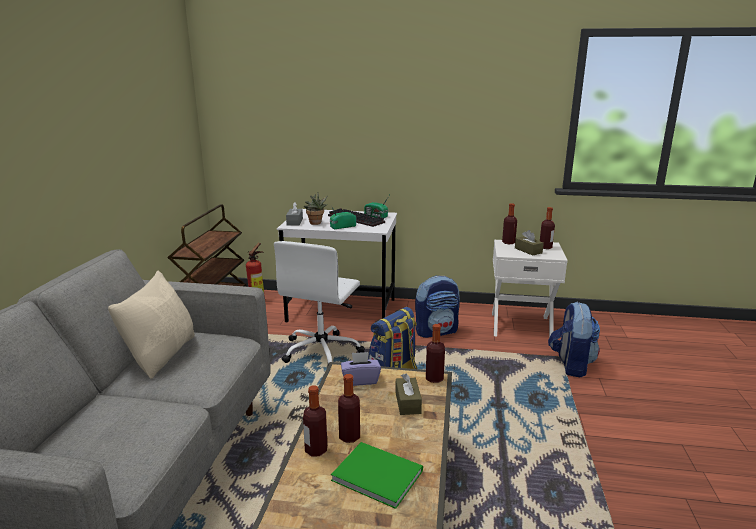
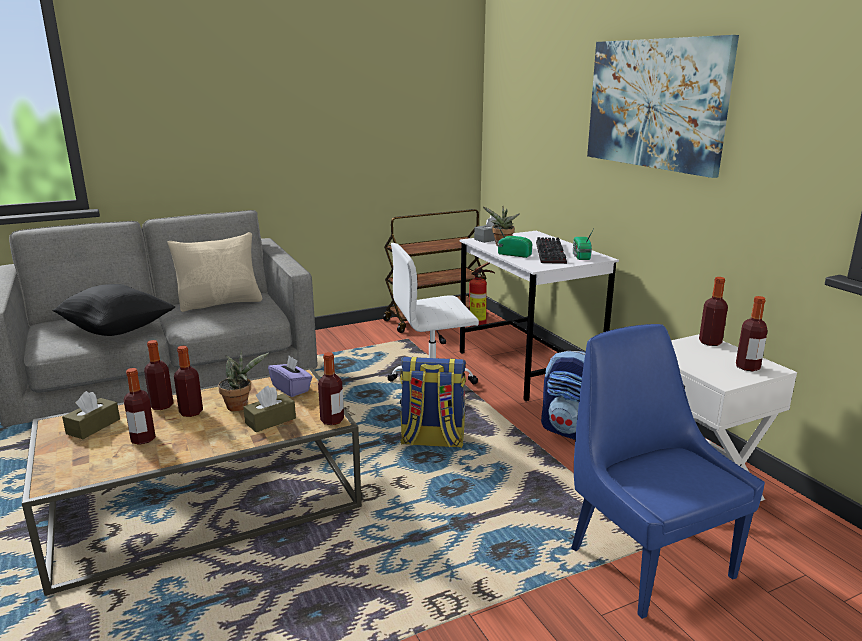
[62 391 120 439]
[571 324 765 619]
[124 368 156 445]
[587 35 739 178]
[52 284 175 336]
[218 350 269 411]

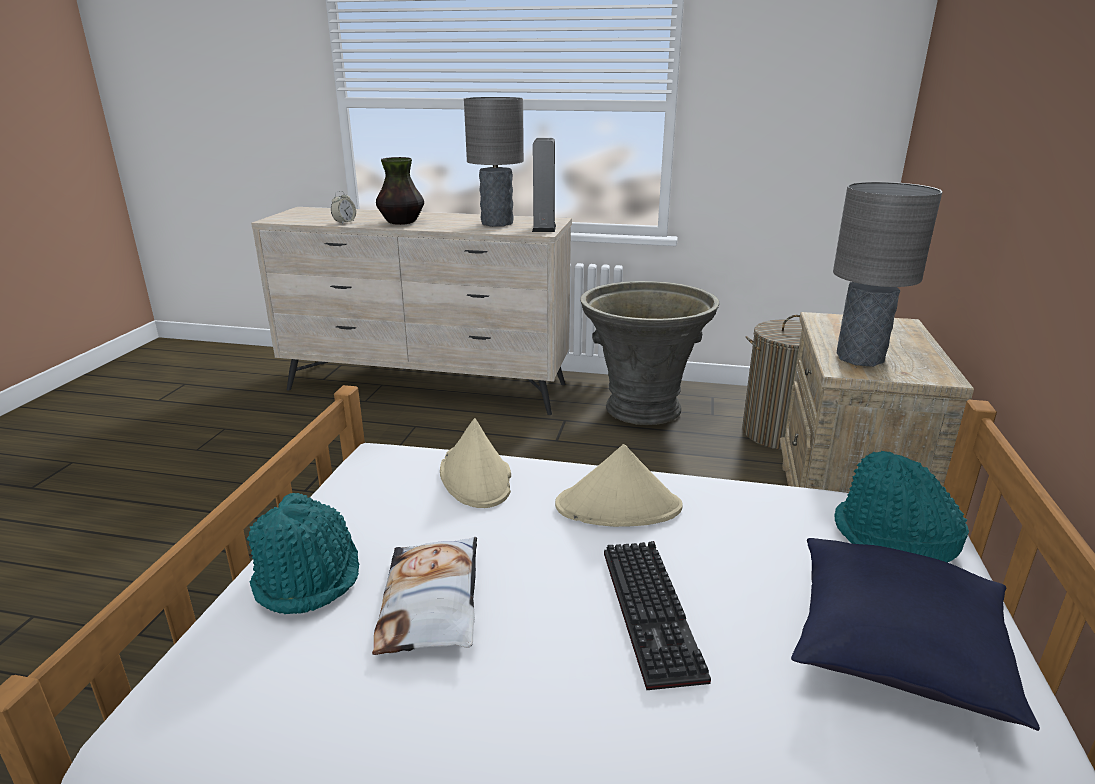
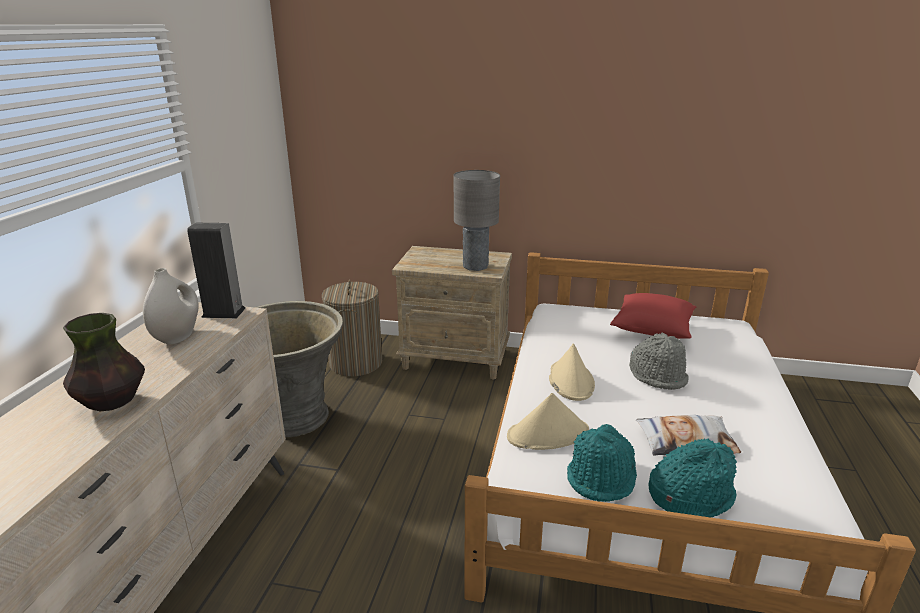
[143 268 199 344]
[331 191 356 224] (first image)
[567 424 637 502]
[610 293 696 339]
[629 333 689 390]

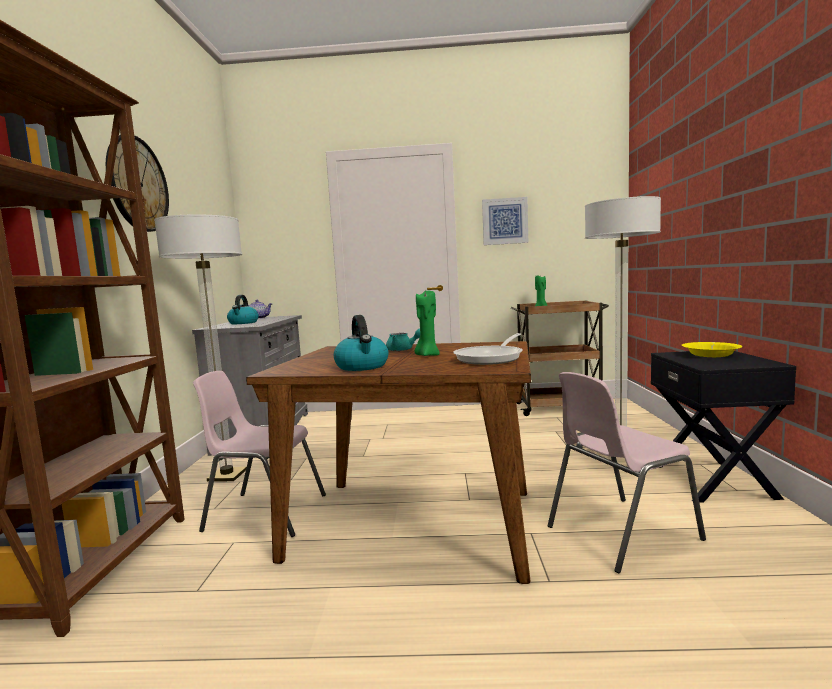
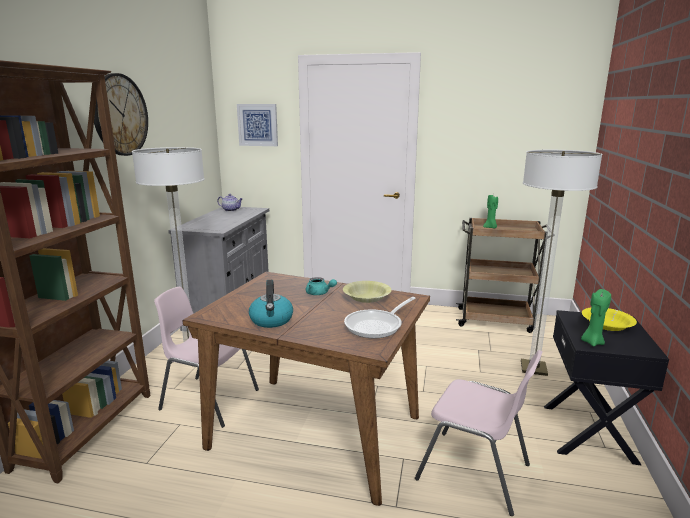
[237 104 278 146]
[581 289 611 347]
[227 295 259 324] (first image)
[415 350 543 516]
[343 281 391 303]

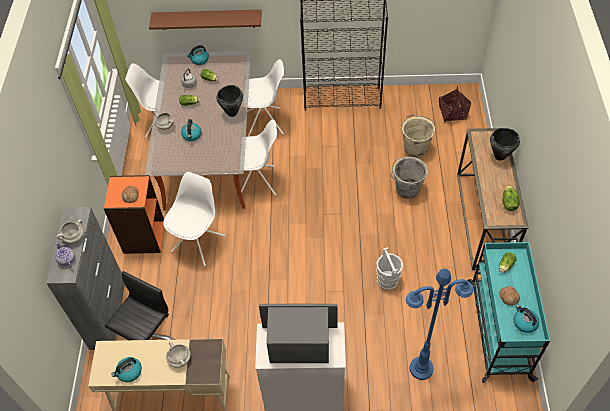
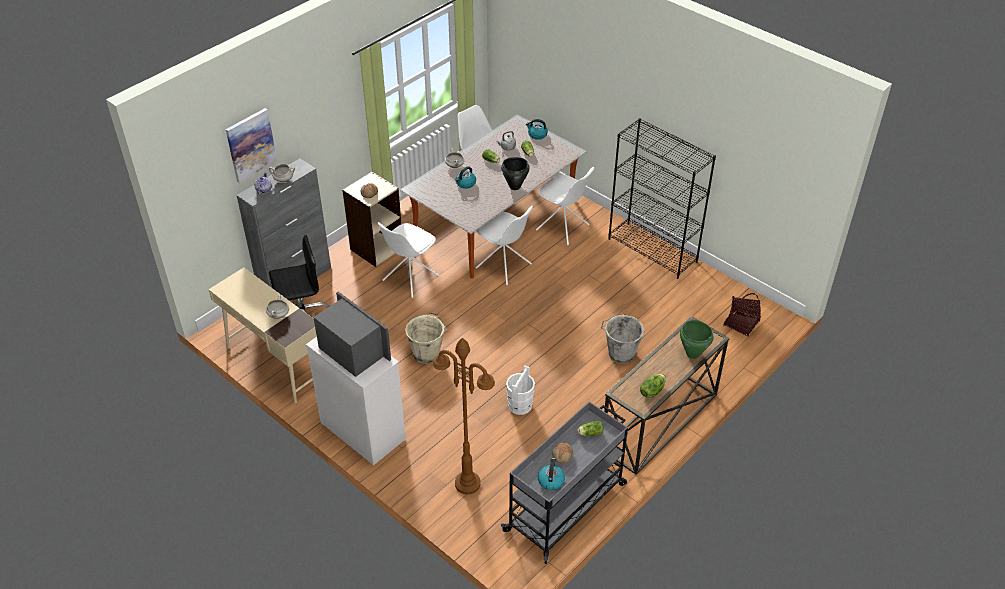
[149 9 262 30] (first image)
[405 312 446 364]
[680 320 713 359]
[377 222 440 298]
[342 172 401 267]
[501 402 628 564]
[433 338 495 494]
[111 357 142 382] (first image)
[226 108 277 183]

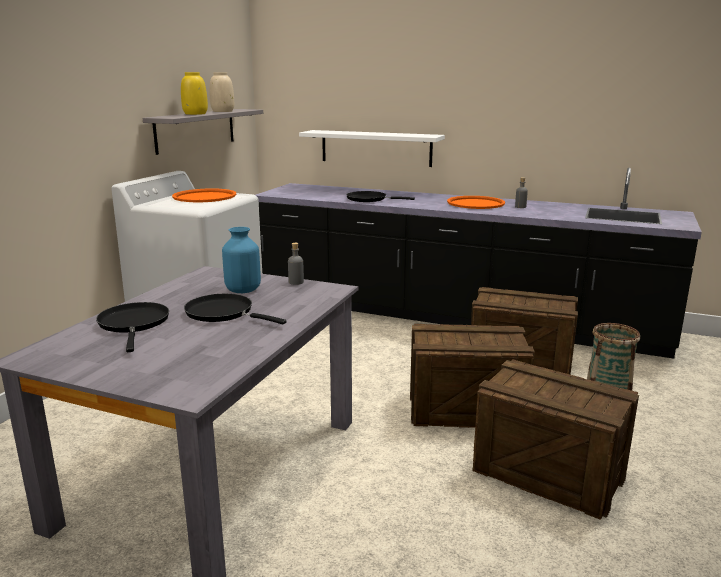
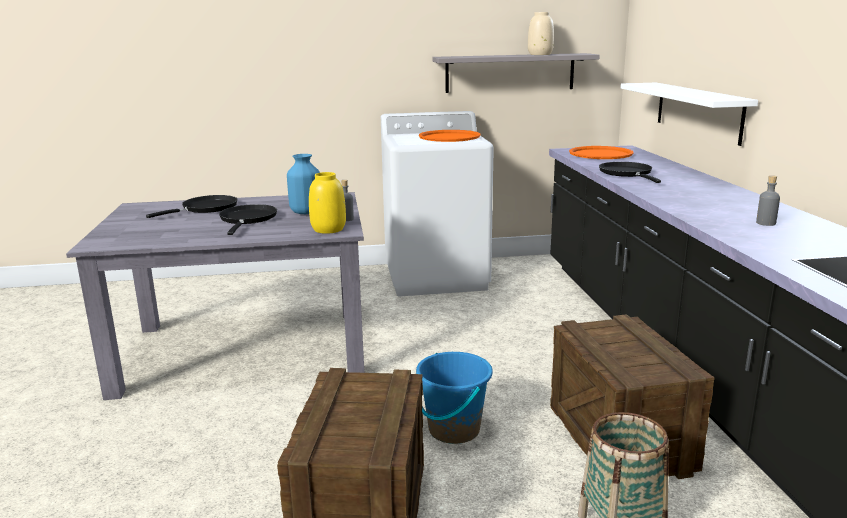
[309 172 346 234]
[569 146 634 159]
[416 352 493 444]

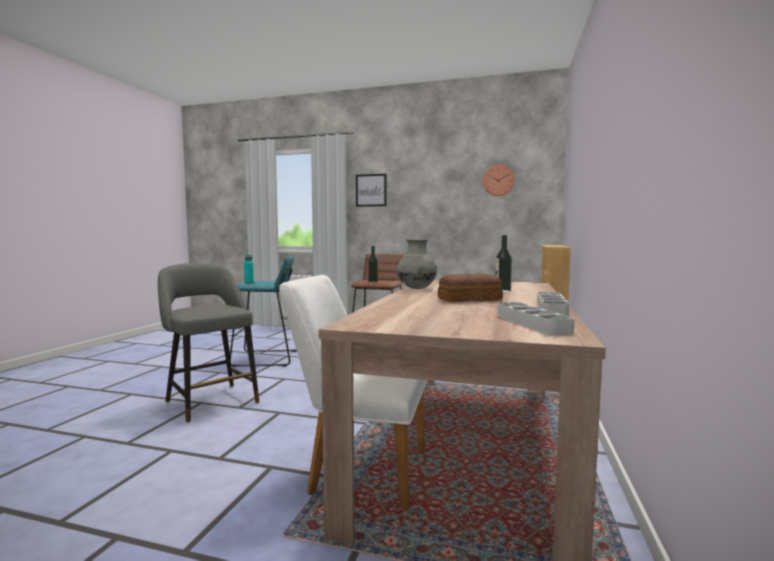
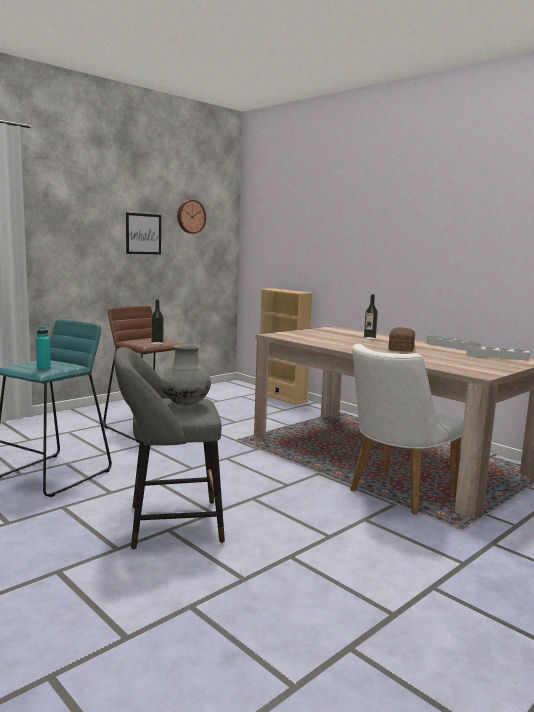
[126 213 161 254]
[161 344 211 406]

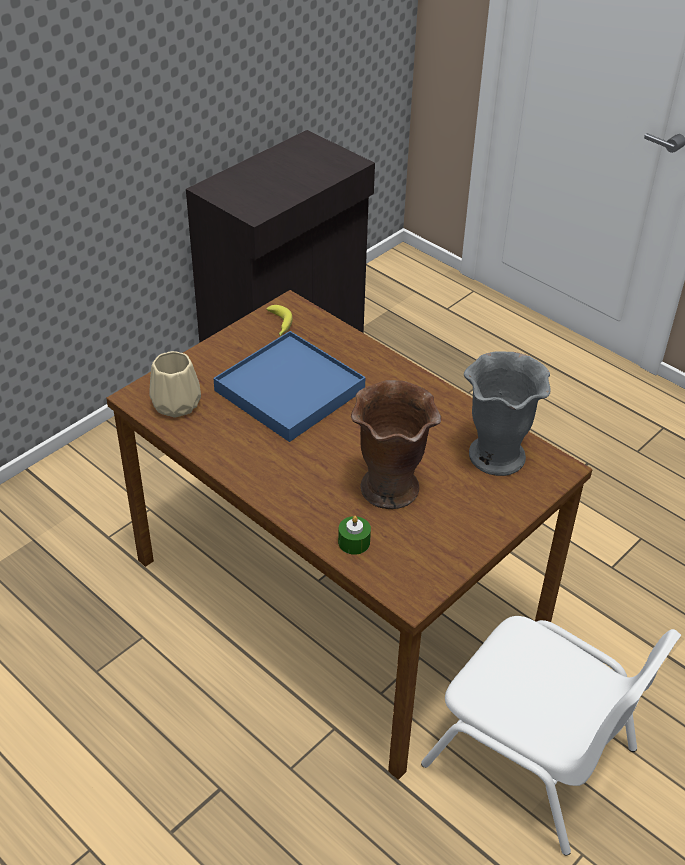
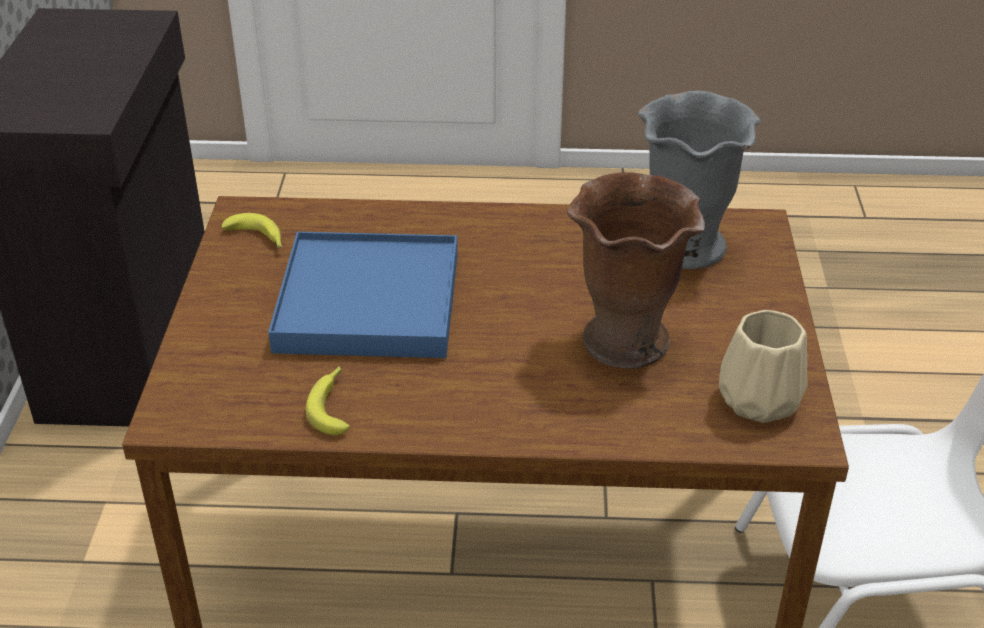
[719 310 808 423]
[338 516 371 555] (first image)
[306 366 350 435]

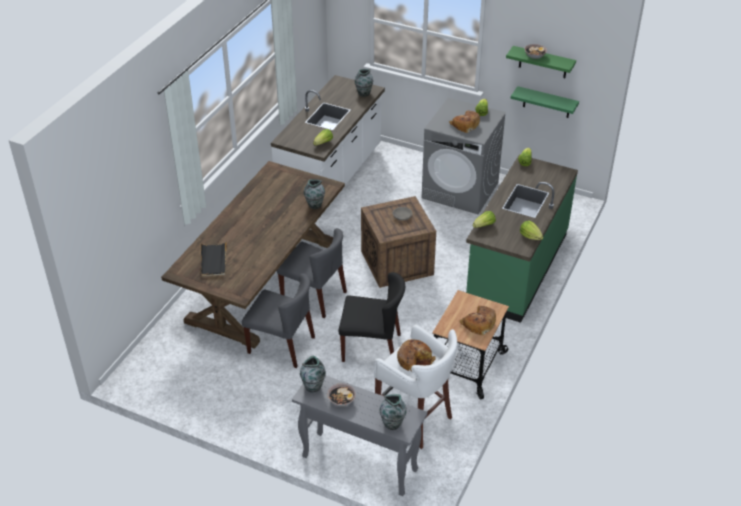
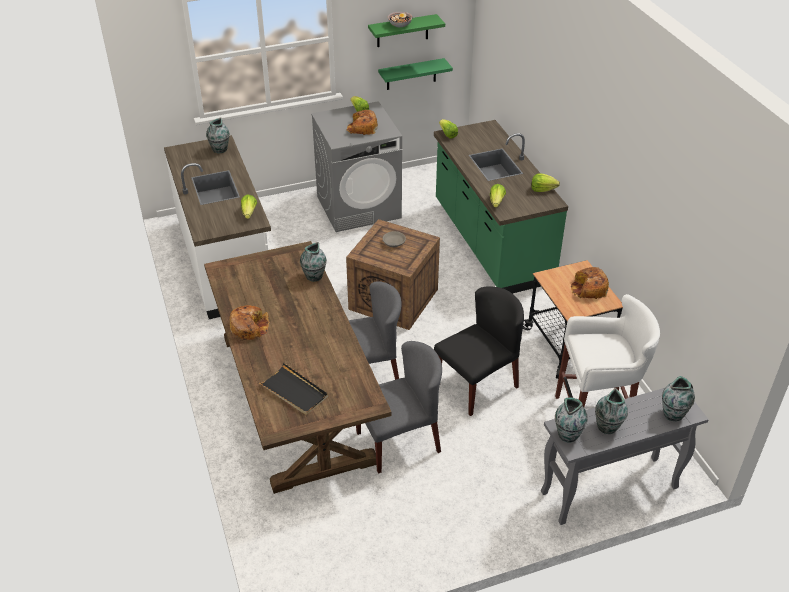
[230 305 270 340]
[595 388 628 434]

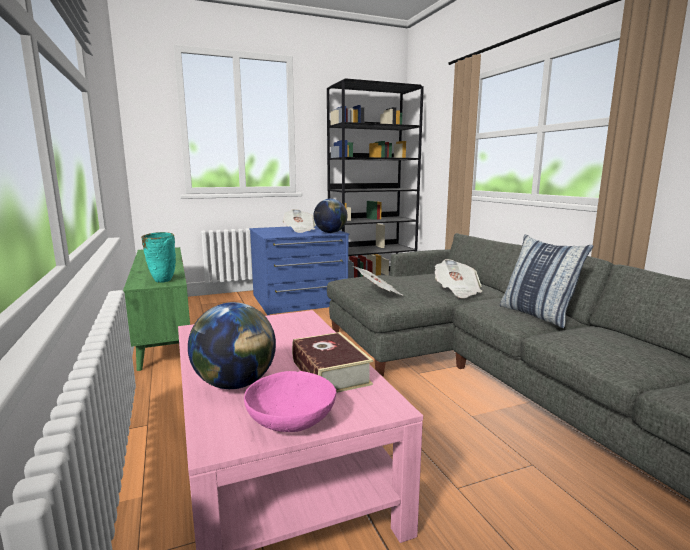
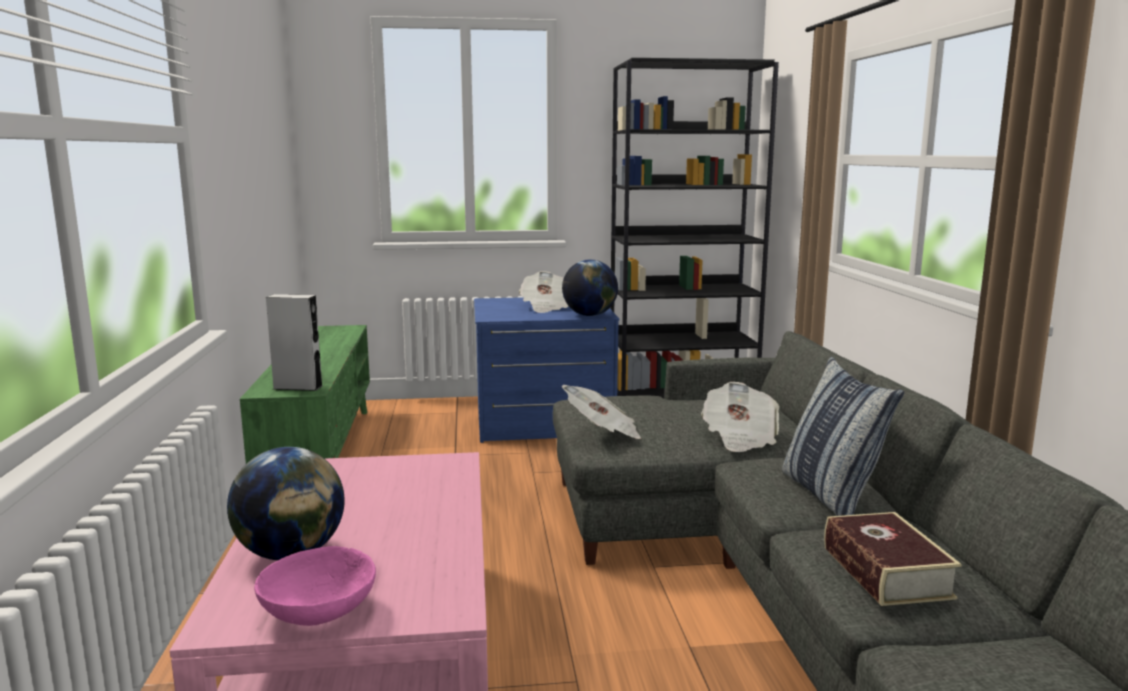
[266 294 322 391]
[824 512 962 606]

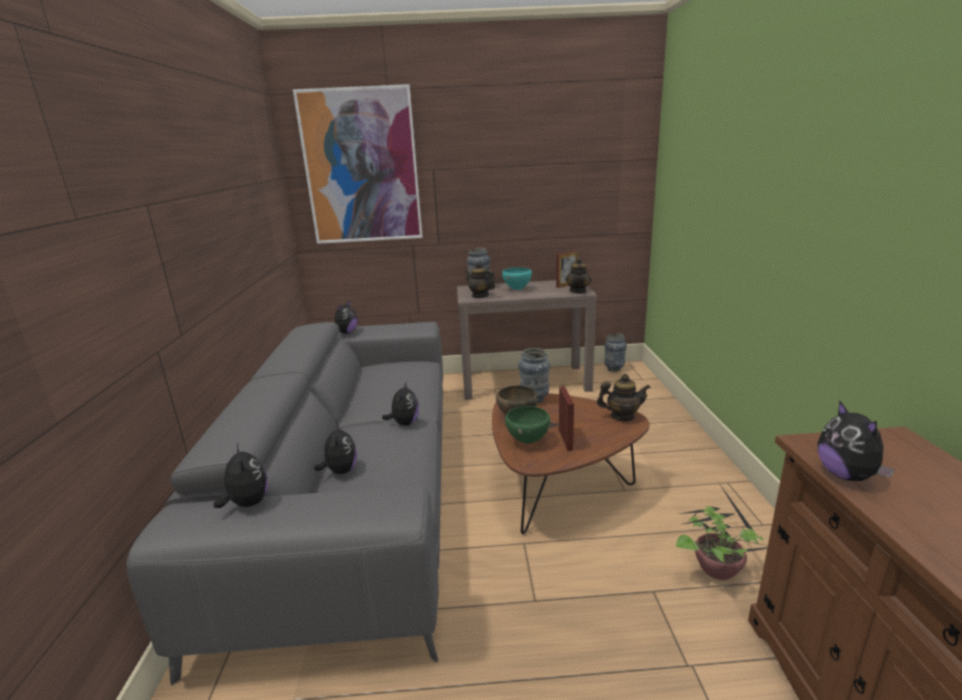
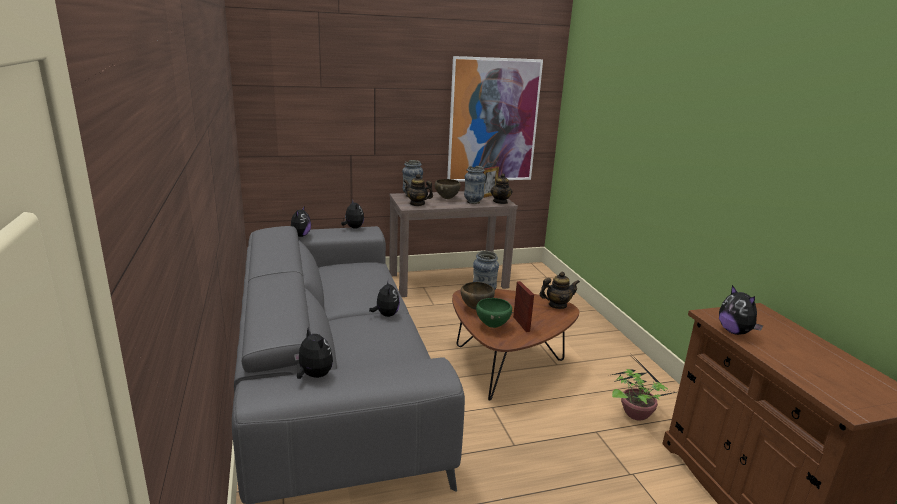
[447 56 543 182]
[435 179 461 199]
[464 166 486 204]
[341 200 364 229]

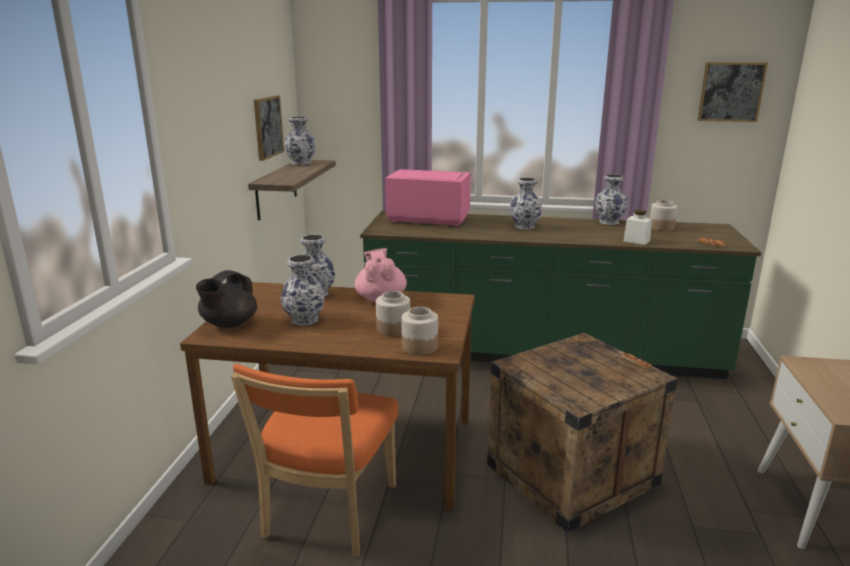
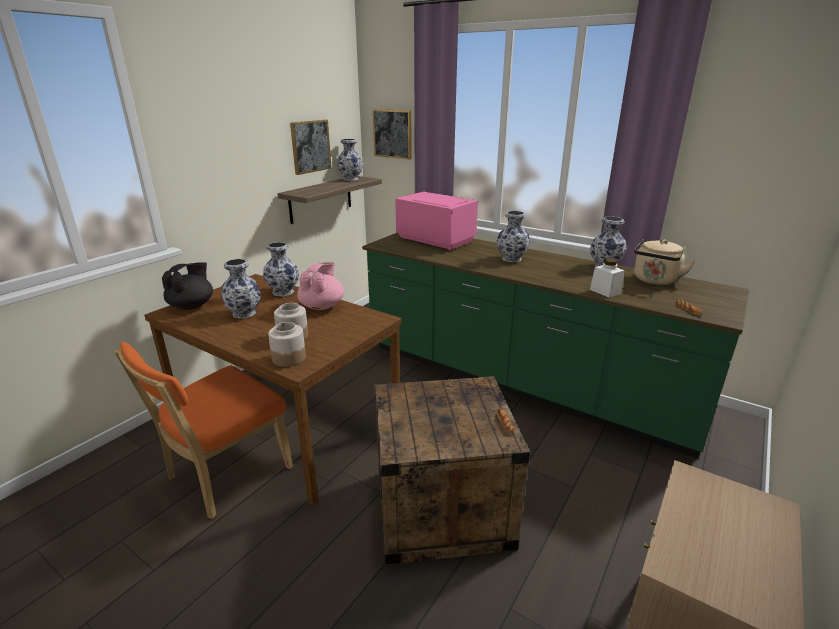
[373 109 412 159]
[634 239 696 285]
[162 262 213 310]

